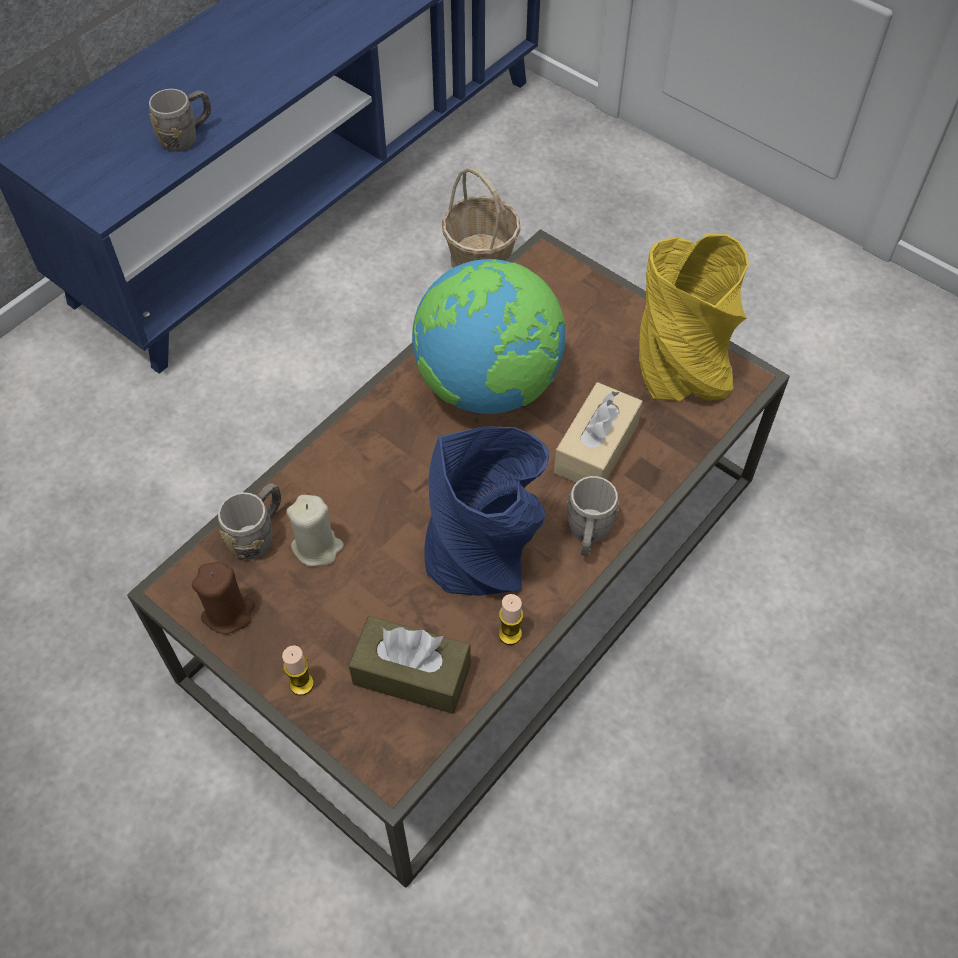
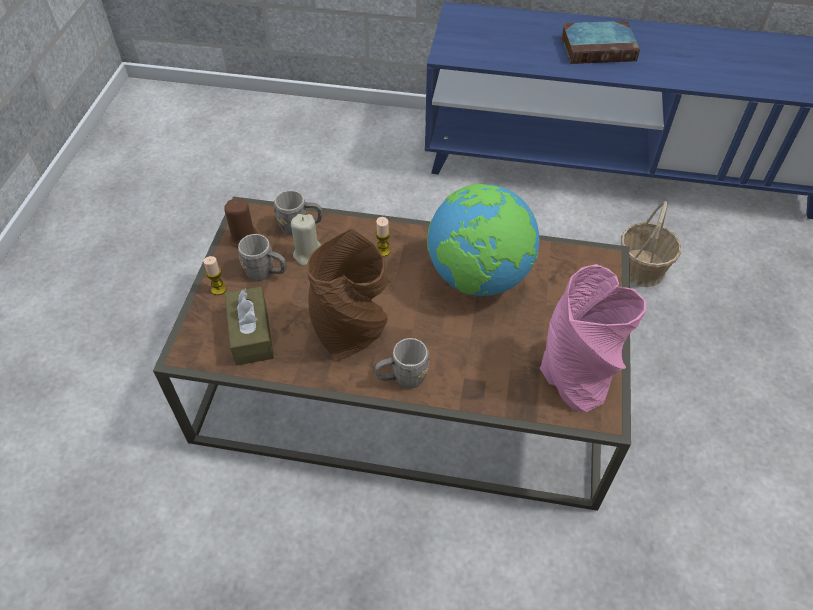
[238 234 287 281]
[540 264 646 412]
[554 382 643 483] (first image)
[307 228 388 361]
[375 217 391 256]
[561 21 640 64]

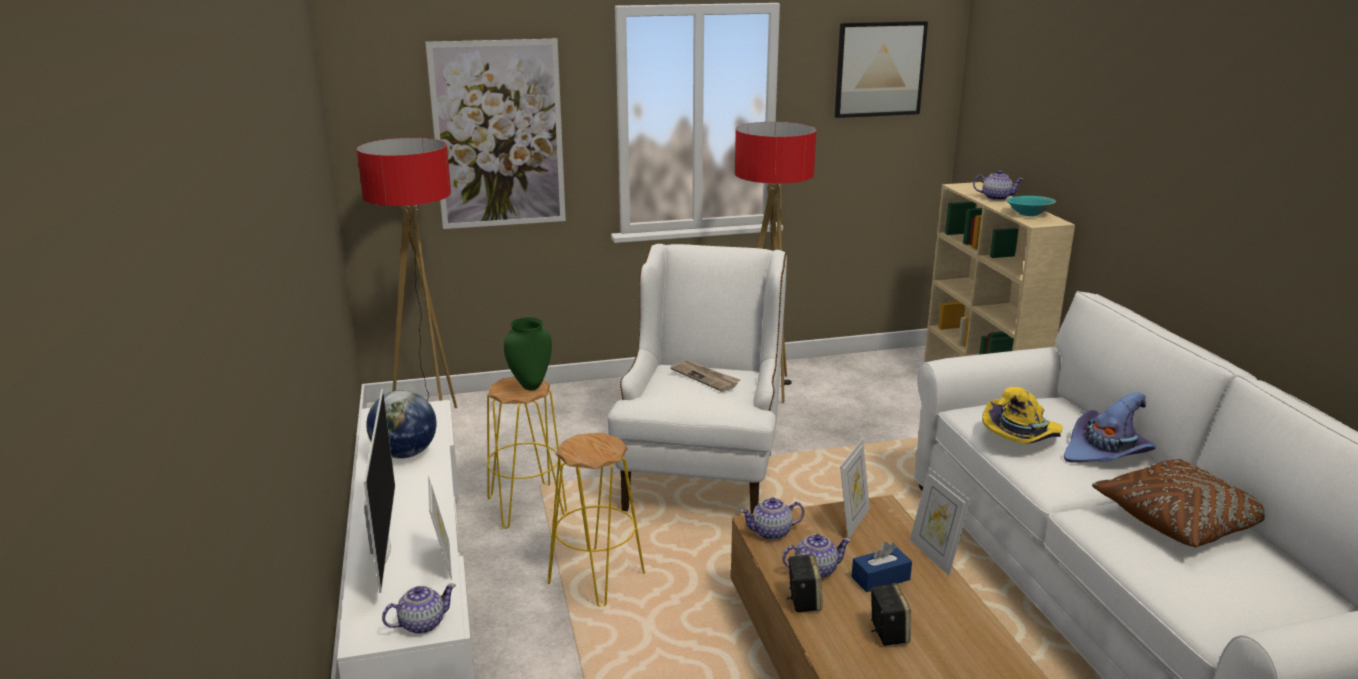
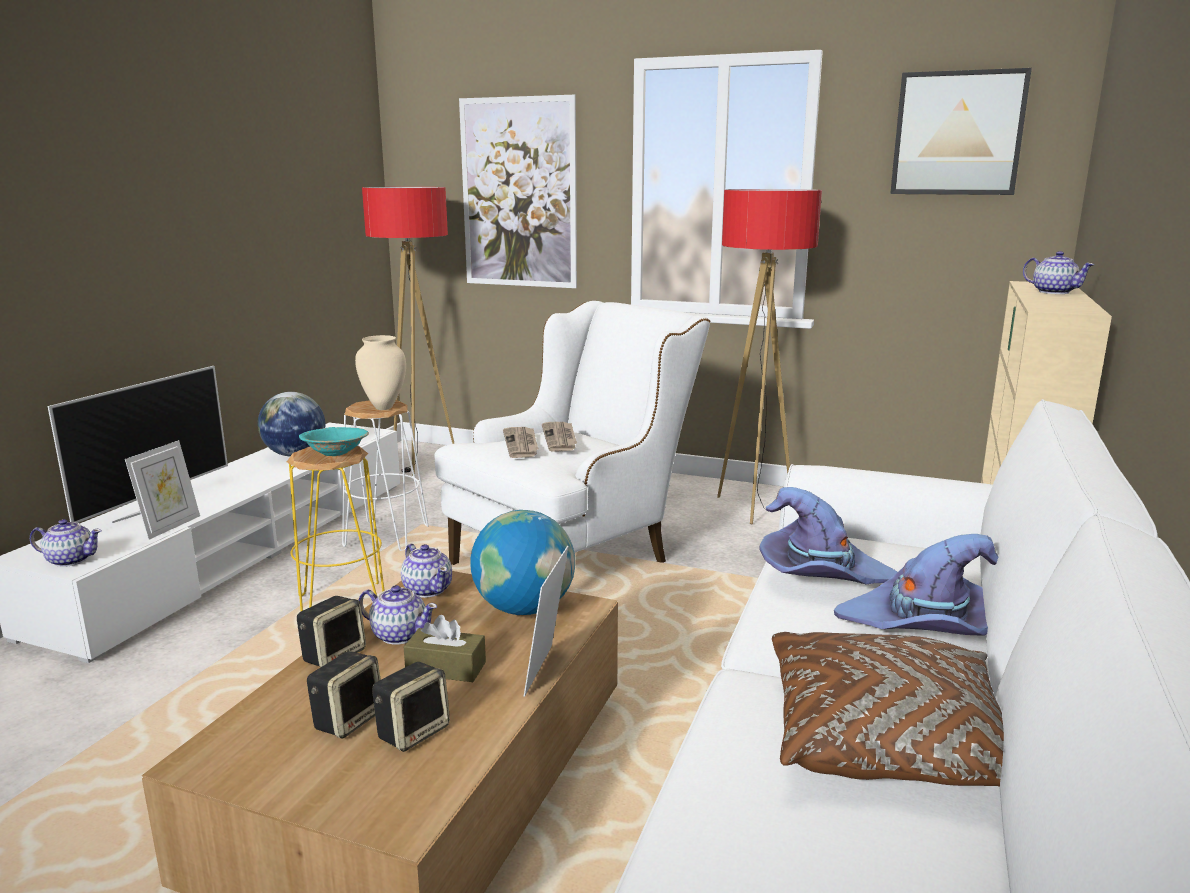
[299 427 369 456]
[355 335 406 410]
[342 400 429 551]
[759 487 897 584]
[470 510 575 615]
[401 544 452 598]
[404 615 486 682]
[503 427 538 458]
[372 662 450 752]

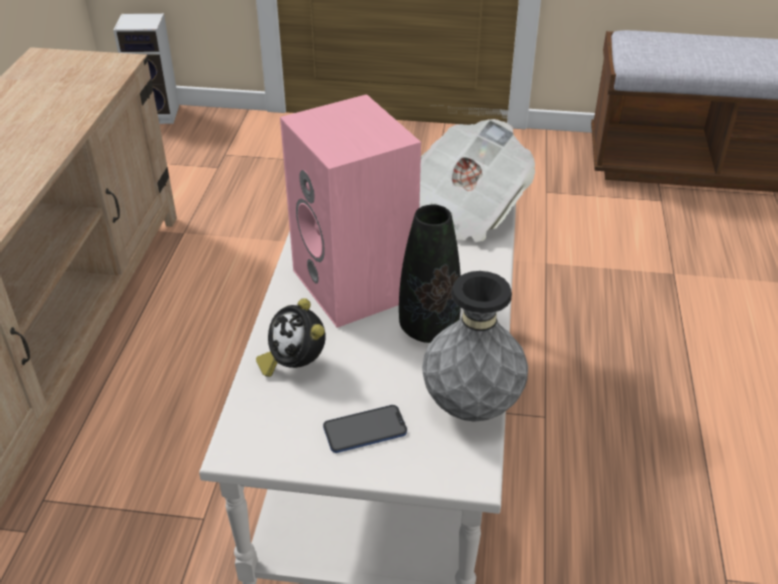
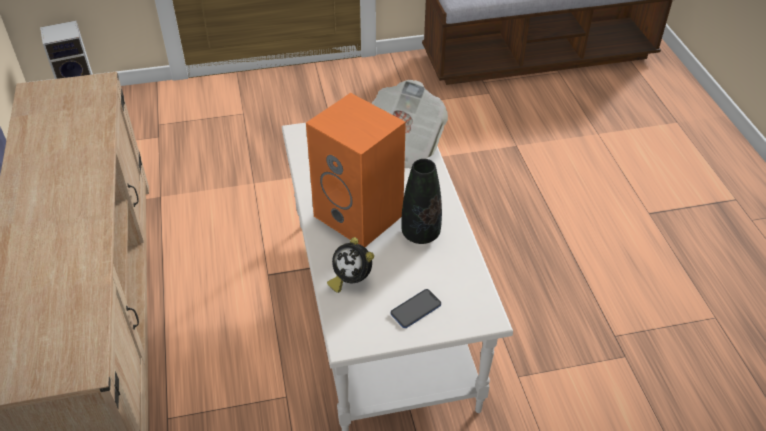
[306 93 406 247]
[422 271 528 422] (first image)

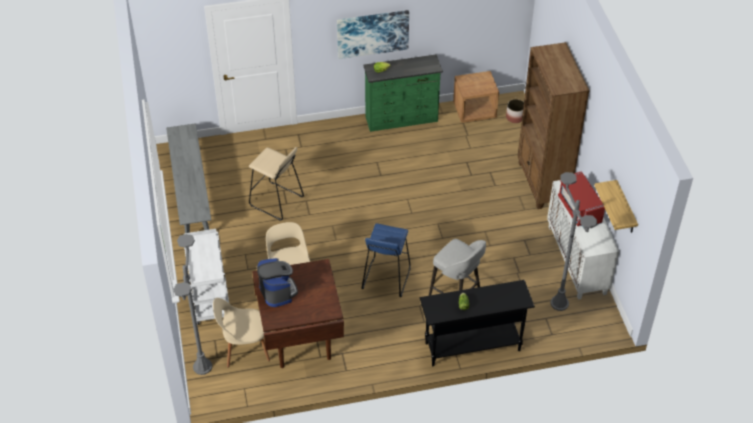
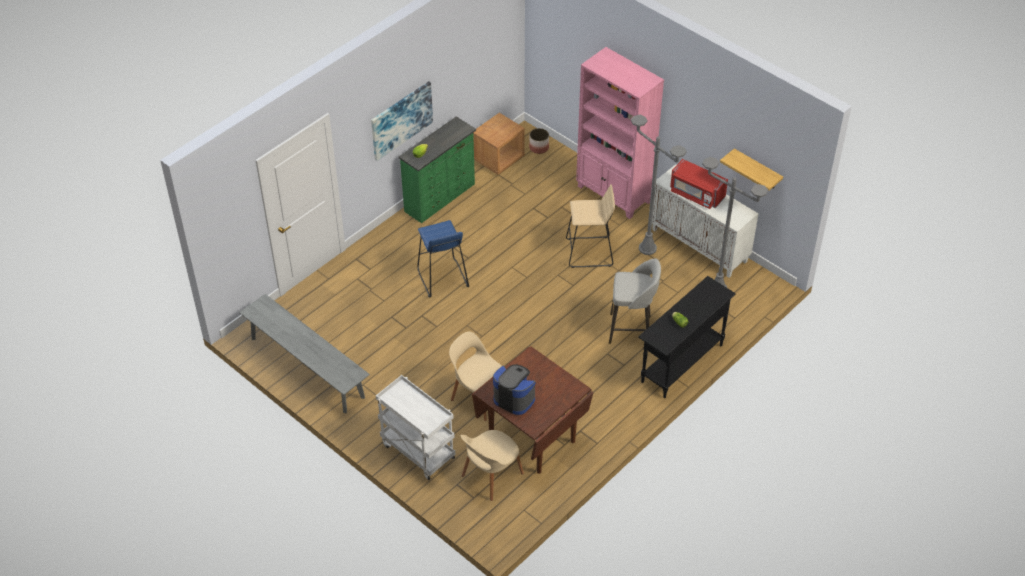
[576 47 664 219]
[566 184 615 268]
[417 220 469 297]
[631 115 687 255]

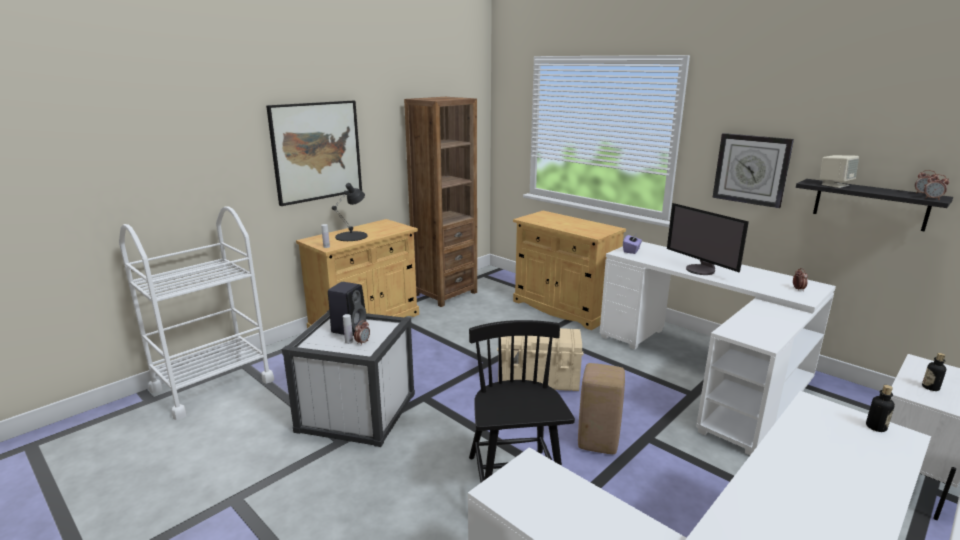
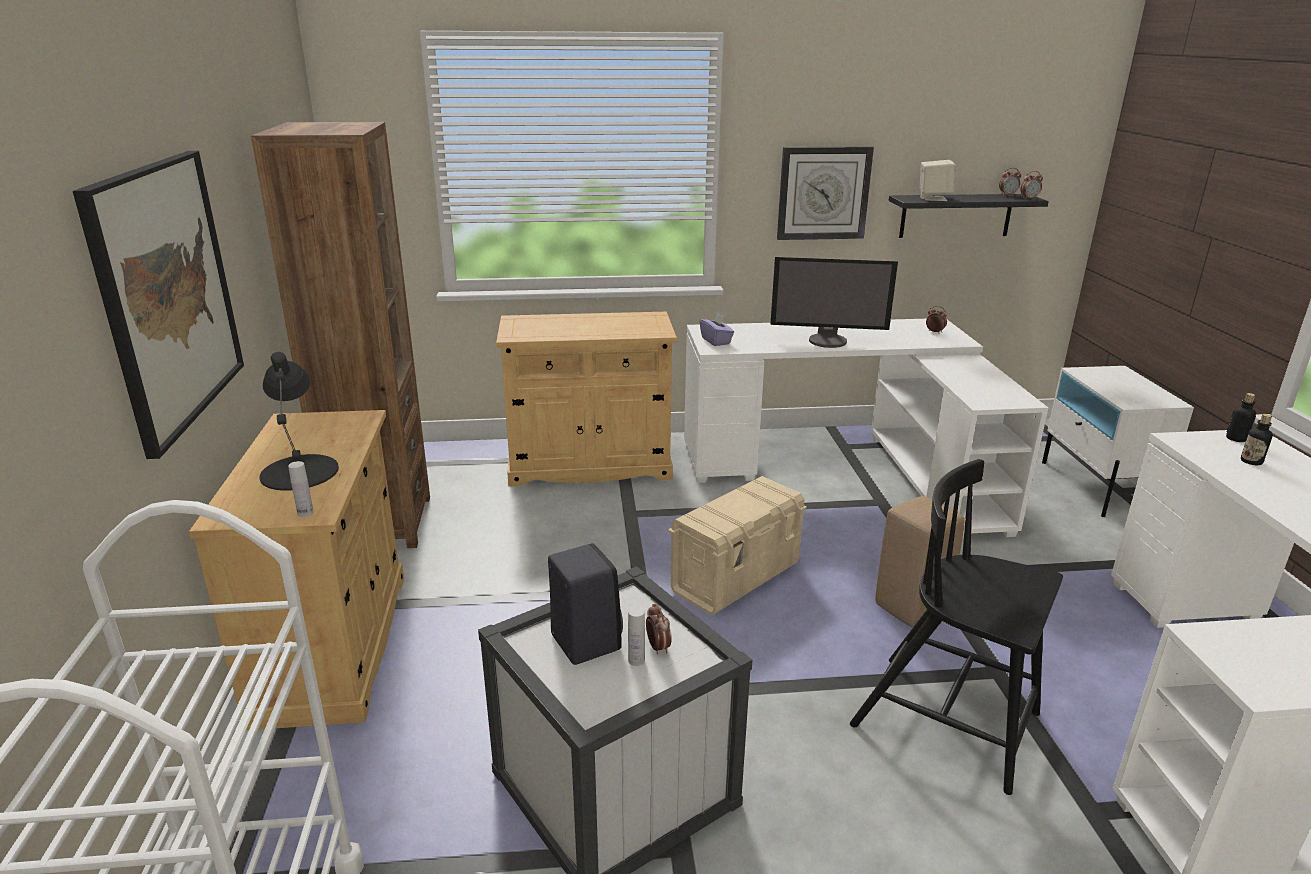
[1241 414 1273 465]

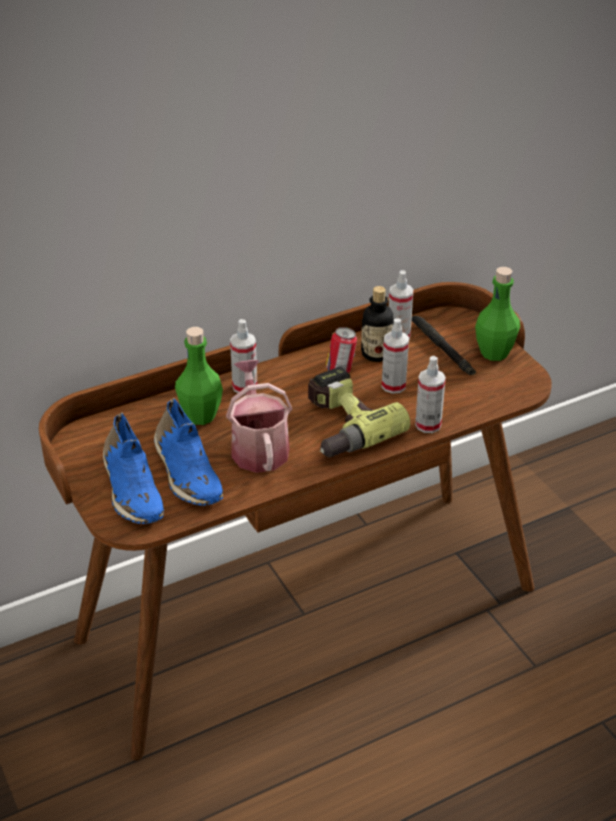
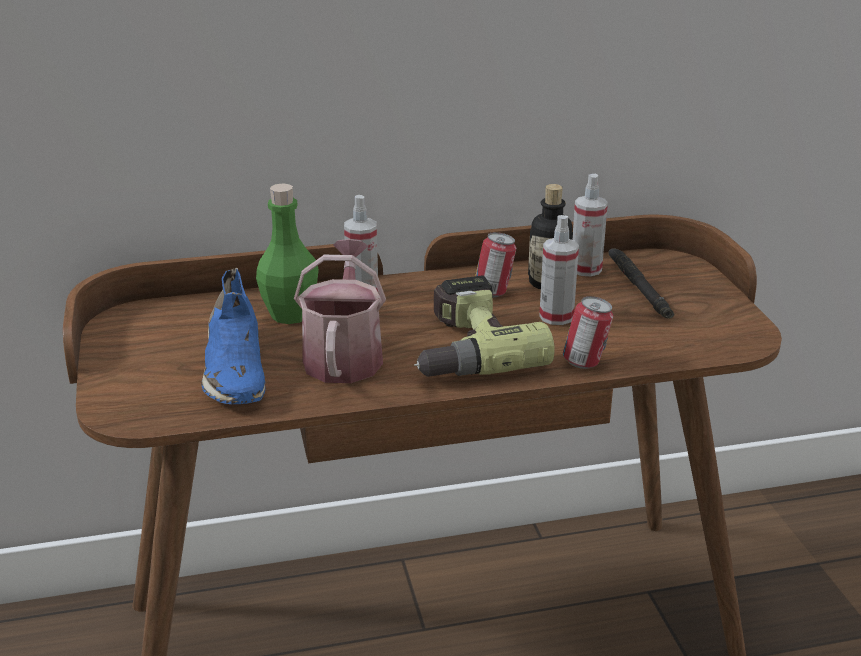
[475 267 520 361] (first image)
[563 296 613 369]
[103 413 164 524] (first image)

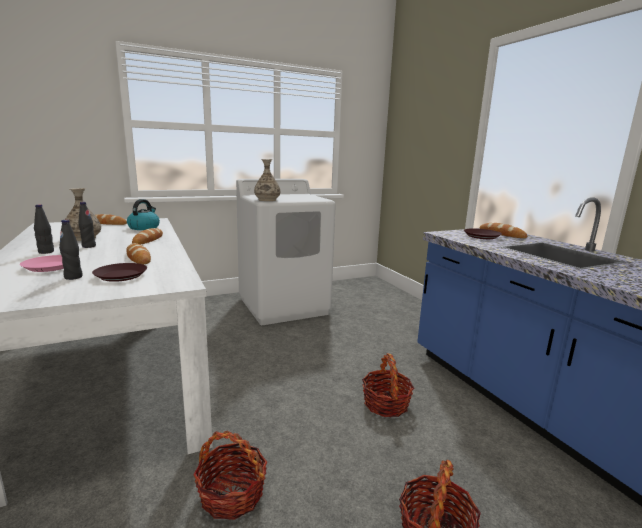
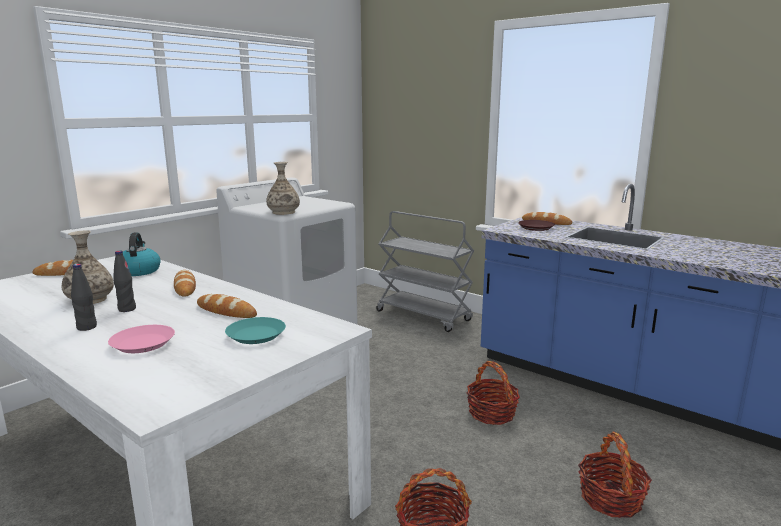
[59 220 82 280] (first image)
[225 317 286 344]
[376 211 474 332]

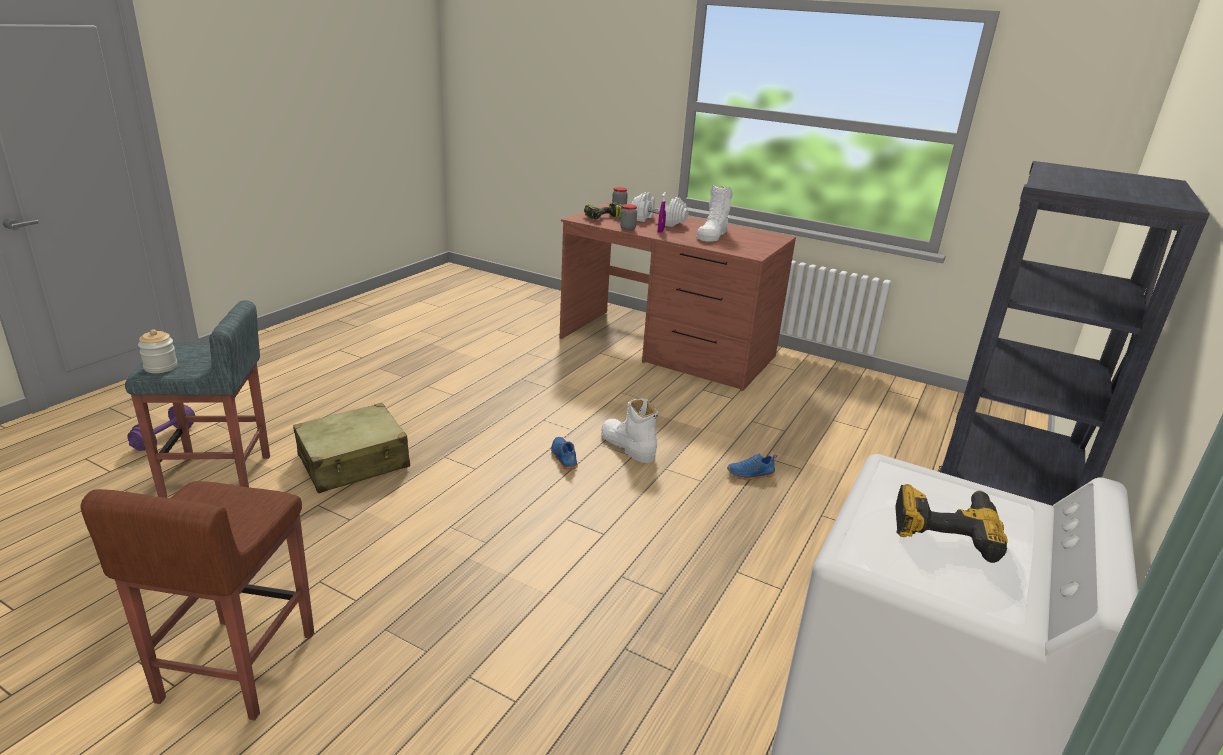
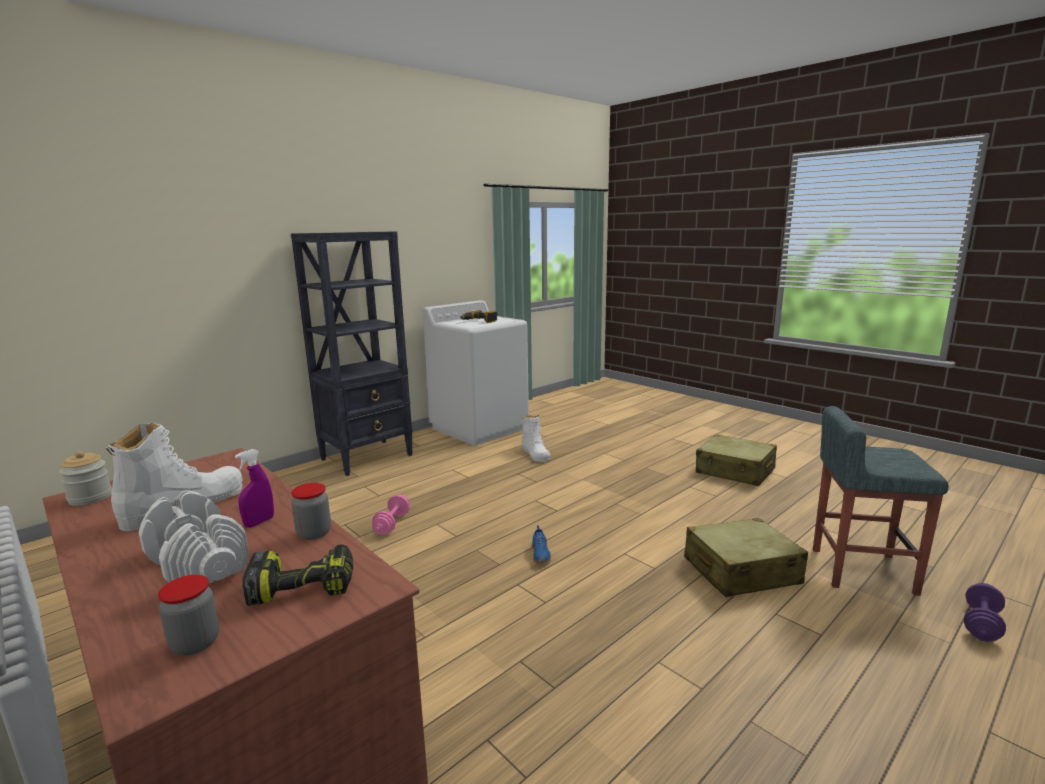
[59 451 112 506]
[521 415 550 462]
[372 495 409 535]
[696 434 777 486]

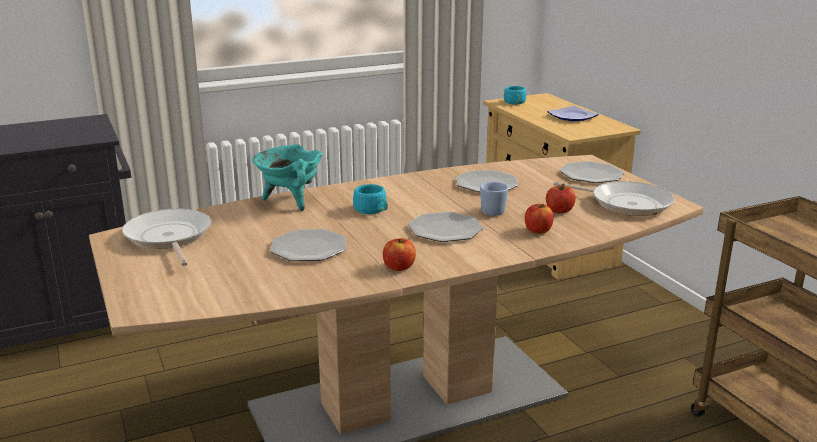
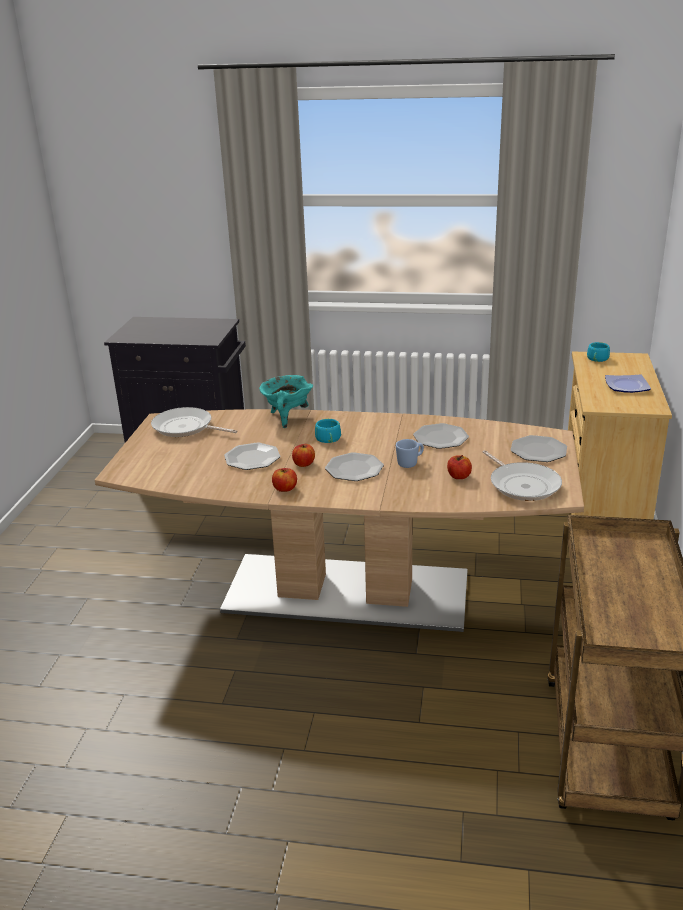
[292 444 315 467]
[151 407 237 437]

